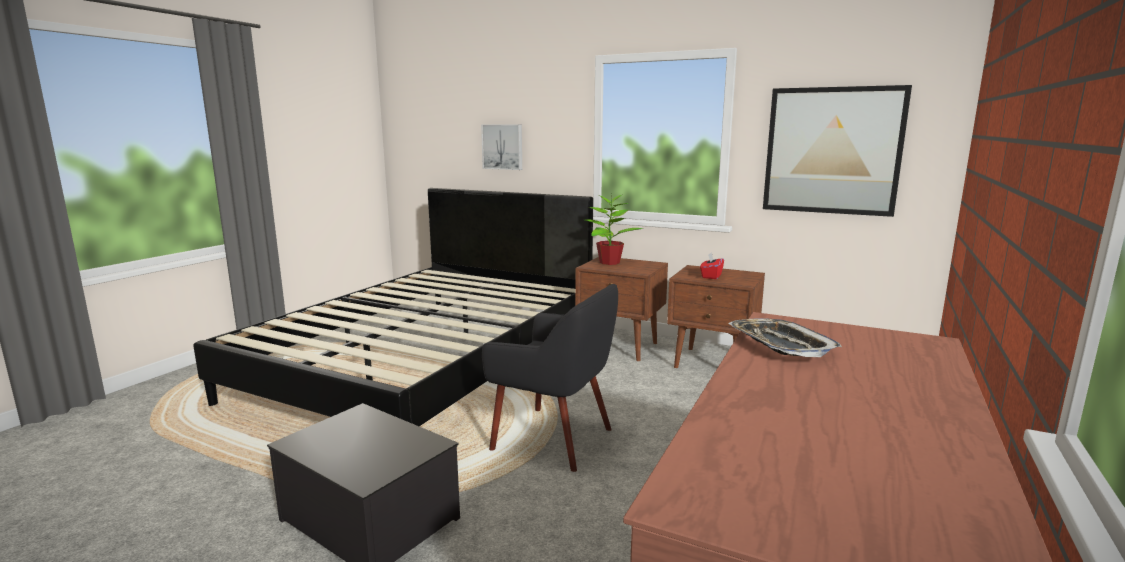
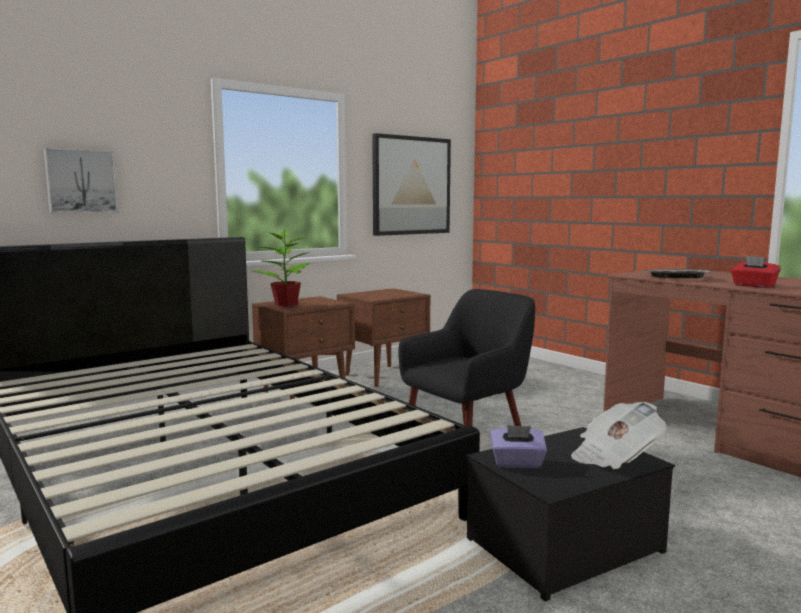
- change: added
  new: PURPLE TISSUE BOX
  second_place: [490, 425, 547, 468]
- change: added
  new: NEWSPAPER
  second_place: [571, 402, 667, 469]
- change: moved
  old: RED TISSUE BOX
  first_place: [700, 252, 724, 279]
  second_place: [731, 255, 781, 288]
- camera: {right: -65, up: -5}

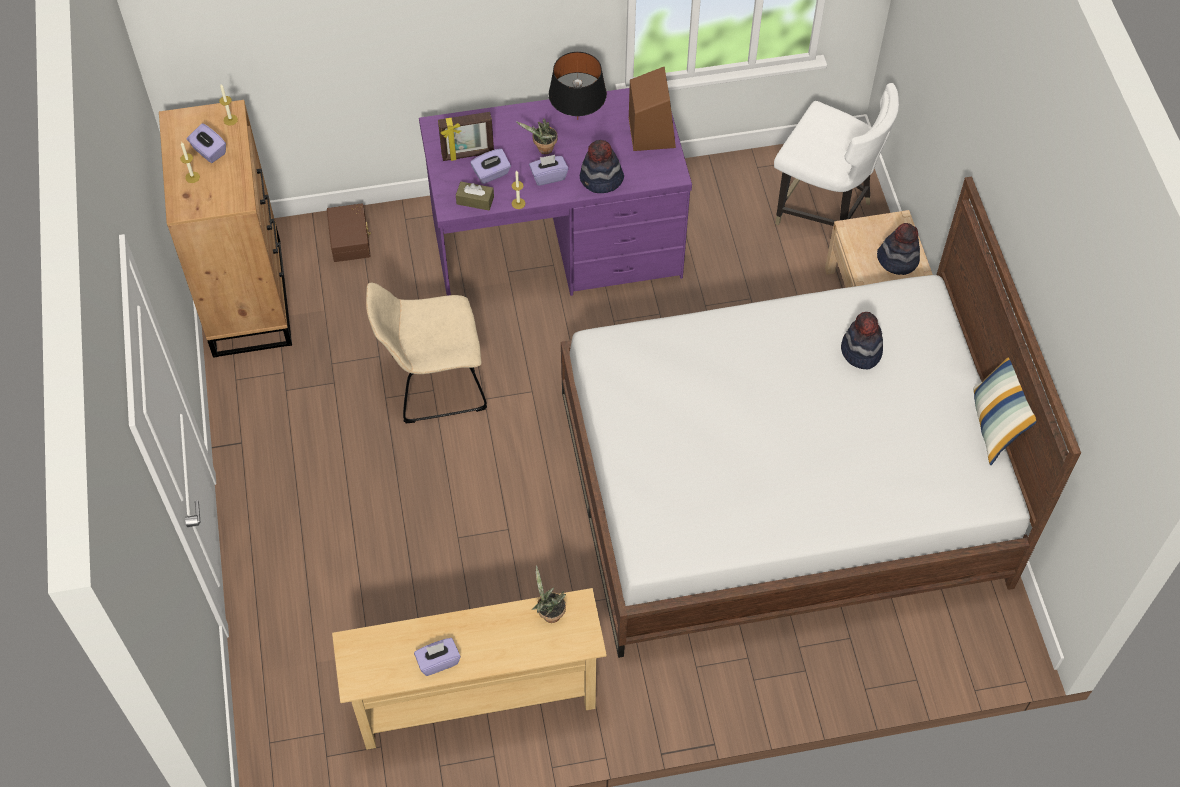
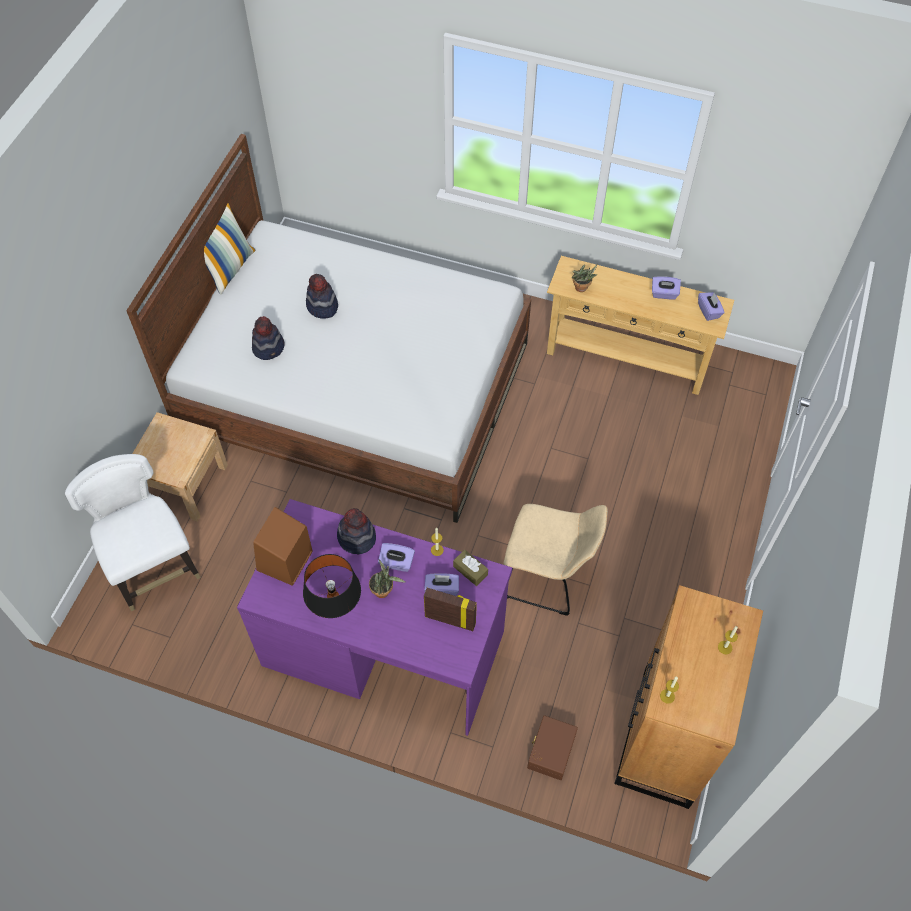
- change: moved
  old: PURPLE TISSUE BOX
  first_place: [187, 123, 226, 163]
  second_place: [698, 292, 725, 321]
- change: moved
  old: HAT
  first_place: [877, 223, 920, 275]
  second_place: [306, 274, 338, 319]
- camera: {right: -150, up: 0}

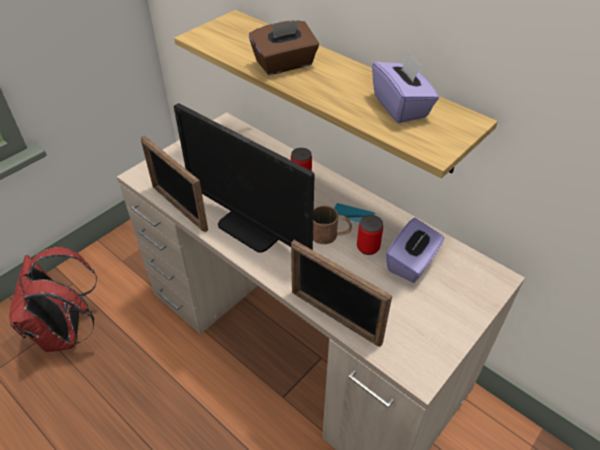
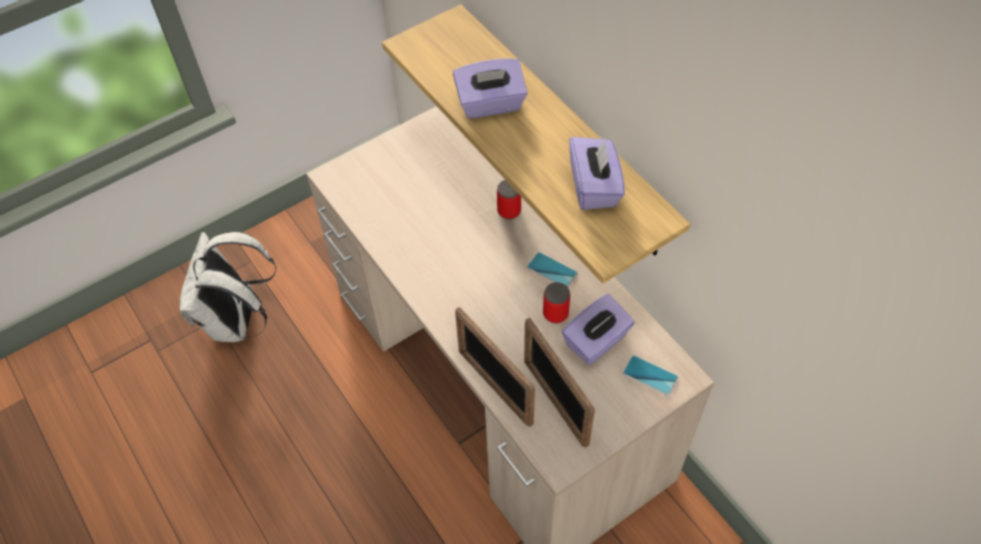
- change: removed
  old: MONITOR
  first_place: [174, 103, 315, 253]
- change: removed
  old: BROWN MUG
  first_place: [313, 206, 352, 244]
- change: added
  new: PHONE
  second_place: [622, 355, 679, 396]
- change: moved
  old: PICTURE FRAME
  first_place: [141, 136, 208, 232]
  second_place: [524, 317, 595, 448]
- change: recoloured
  old: RED BACKPACK
  new: WHITE BACKPACK
  first_place: [9, 247, 97, 352]
  second_place: [180, 232, 277, 342]
- change: recoloured
  old: BROWN TISSUE BOX
  new: PURPLE TISSUE BOX
  first_place: [249, 20, 319, 75]
  second_place: [453, 58, 528, 119]
- camera: {right: 15, up: 10}

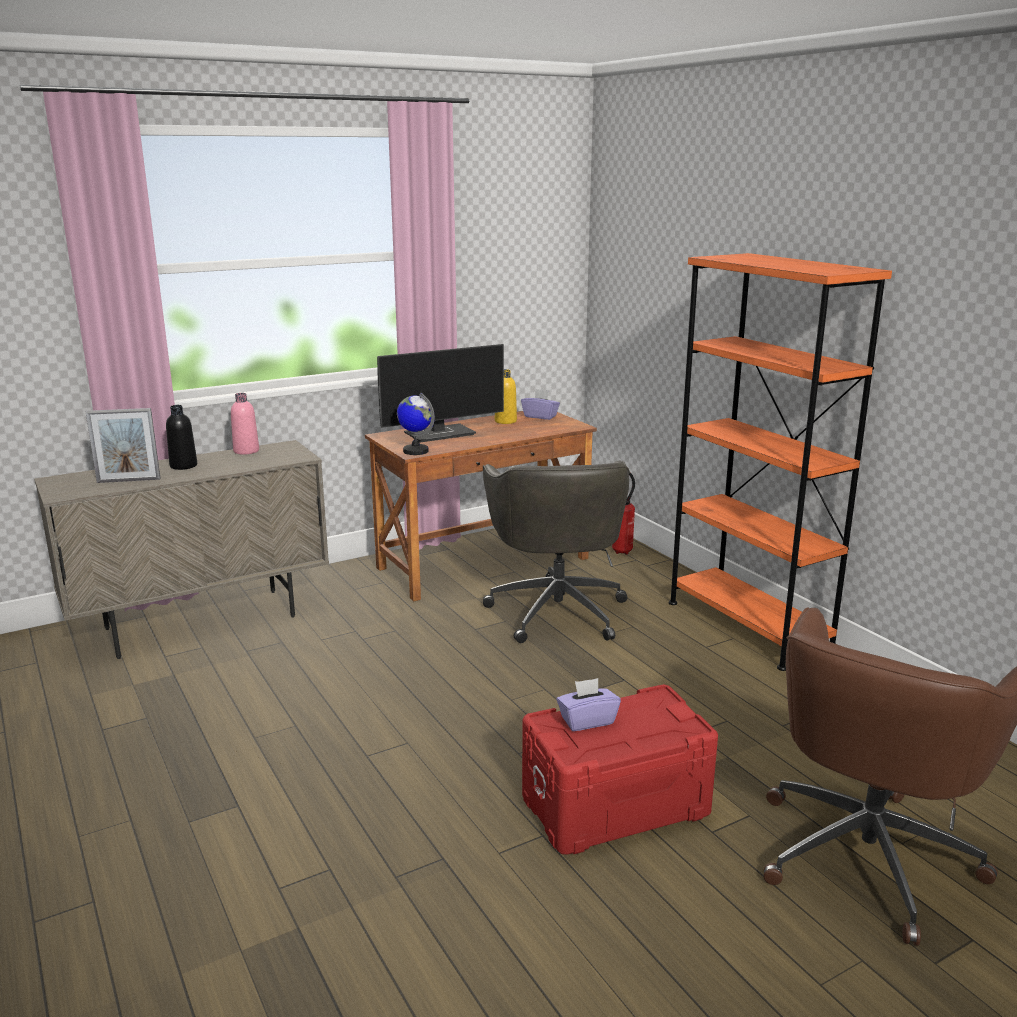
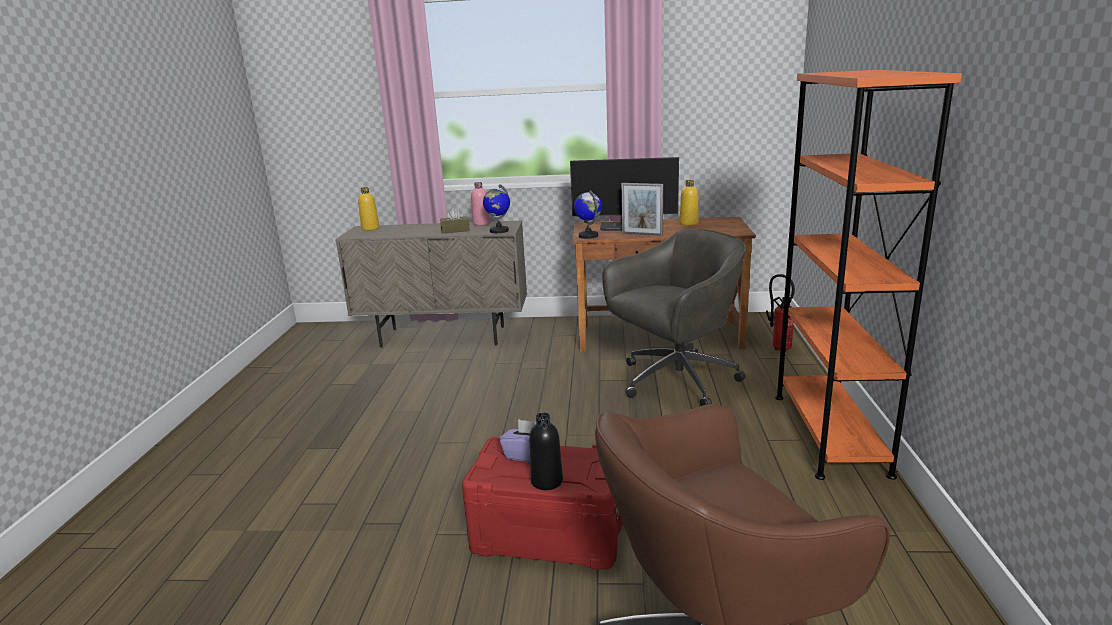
- change: removed
  old: PURPLE TISSUE BOX
  first_place: [521, 389, 560, 420]
- change: added
  new: YELLOW BOTTLE
  second_place: [358, 187, 379, 230]
- change: added
  new: BROWN TISSUE BOX
  second_place: [440, 207, 470, 233]
- change: added
  new: GLOBE
  second_place: [483, 184, 510, 233]
- change: moved
  old: PICTURE FRAME
  first_place: [86, 408, 161, 483]
  second_place: [621, 183, 663, 236]
- change: moved
  old: BLACK BOTTLE
  first_place: [166, 405, 197, 470]
  second_place: [530, 413, 563, 490]
- change: turned
  old: GREY OFFICE CHAIR
  first_place: [483, 461, 630, 643]
  second_place: [602, 229, 746, 406]
  degrees: -150
- camera: {right: 35, up: 0}

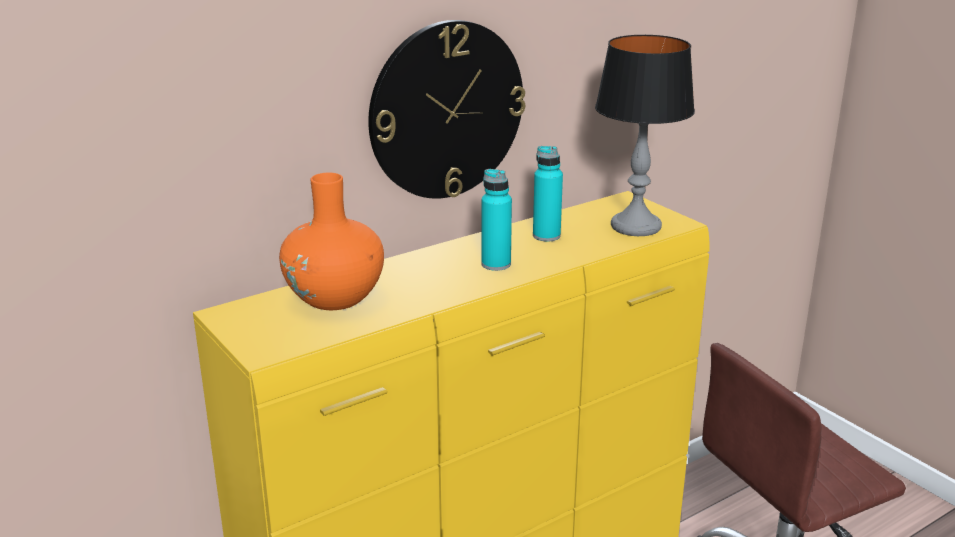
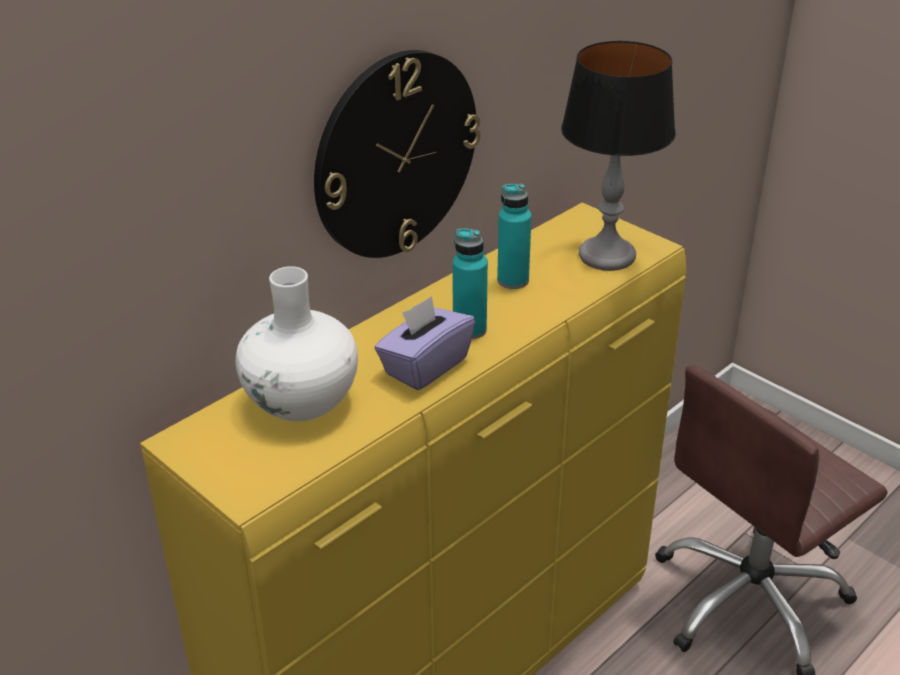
- change: added
  new: PURPLE TISSUE BOX
  second_place: [374, 296, 475, 390]
- change: recoloured
  old: ORANGE VASE
  new: WHITE VASE
  first_place: [279, 173, 384, 310]
  second_place: [236, 266, 358, 421]
- camera: {right: -10, up: 10}

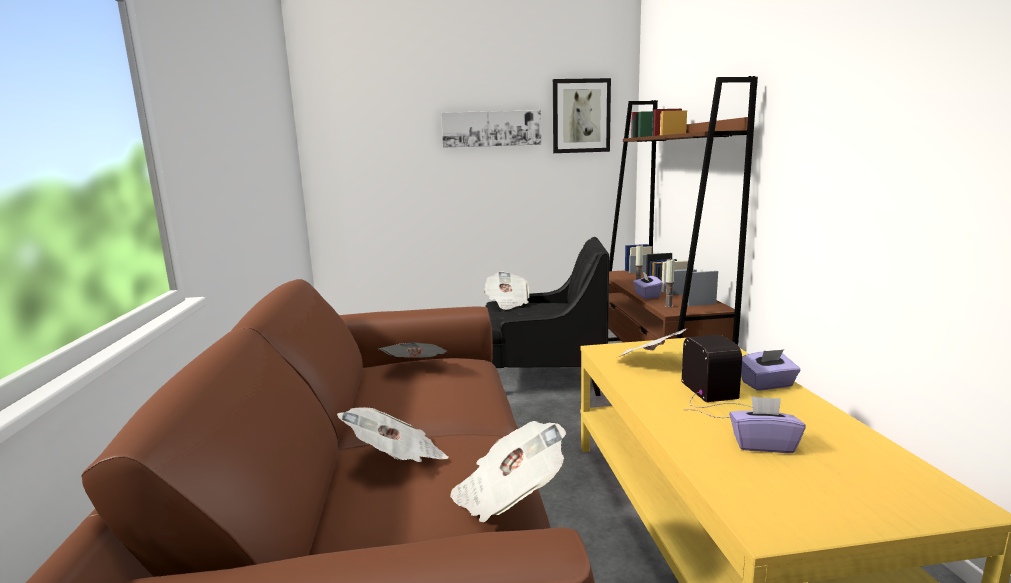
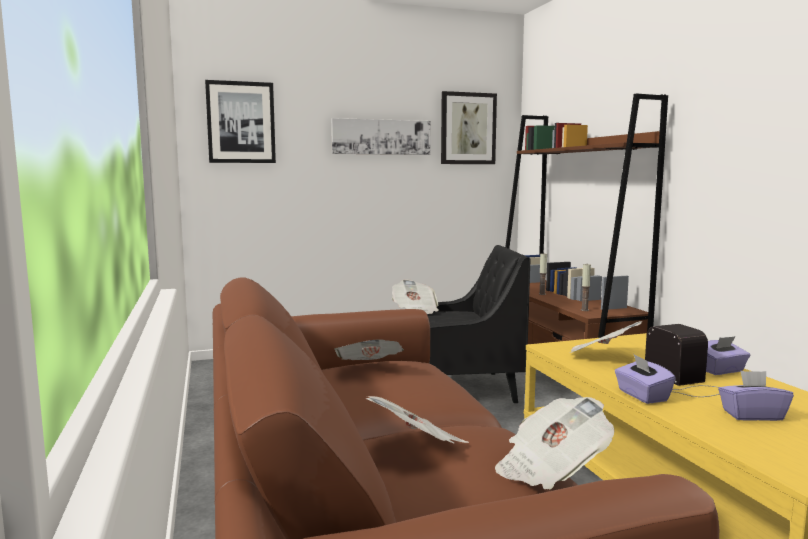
- change: added
  new: PICTURE
  second_place: [205, 80, 276, 163]
- change: moved
  old: PURPLE TISSUE BOX
  first_place: [633, 272, 663, 299]
  second_place: [615, 354, 676, 404]
- camera: {right: -10, up: -5}

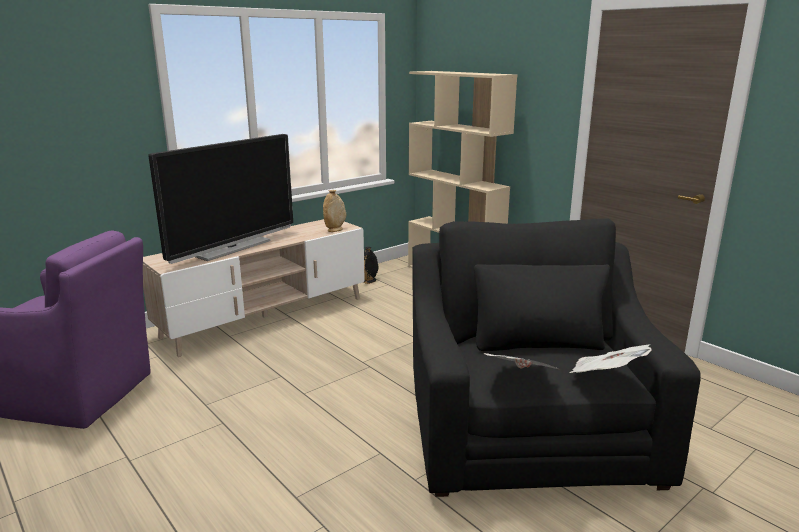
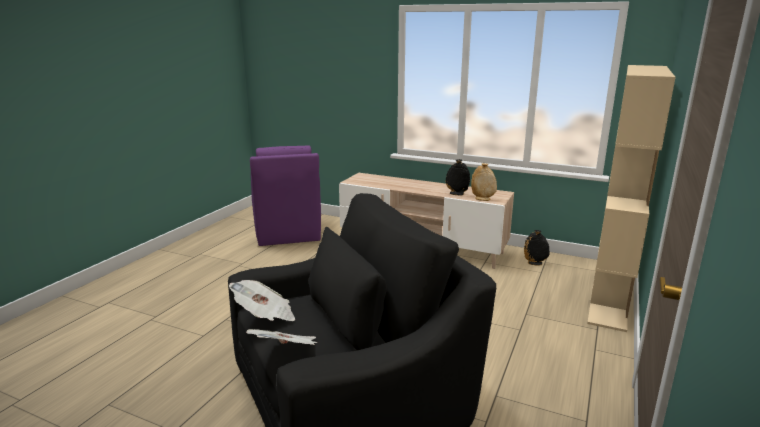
- change: removed
  old: TELEVISION
  first_place: [148, 134, 293, 264]
- change: added
  new: BLACK VASE
  second_place: [446, 159, 470, 196]
- camera: {right: 65, up: 0}

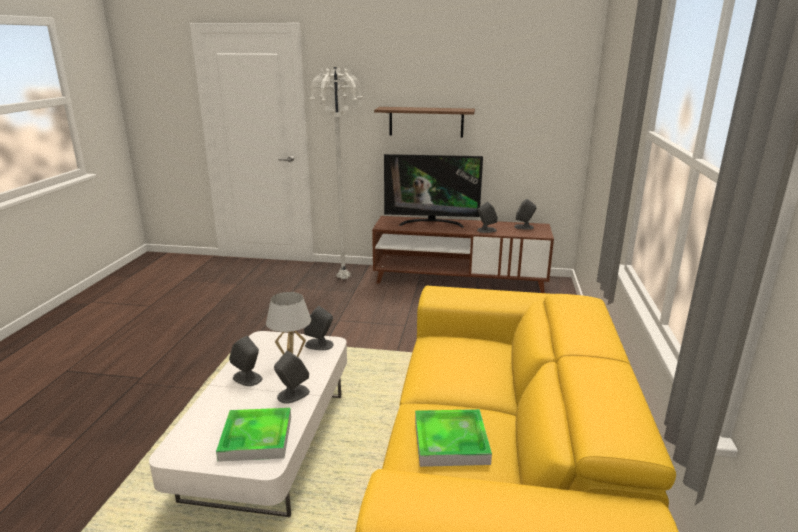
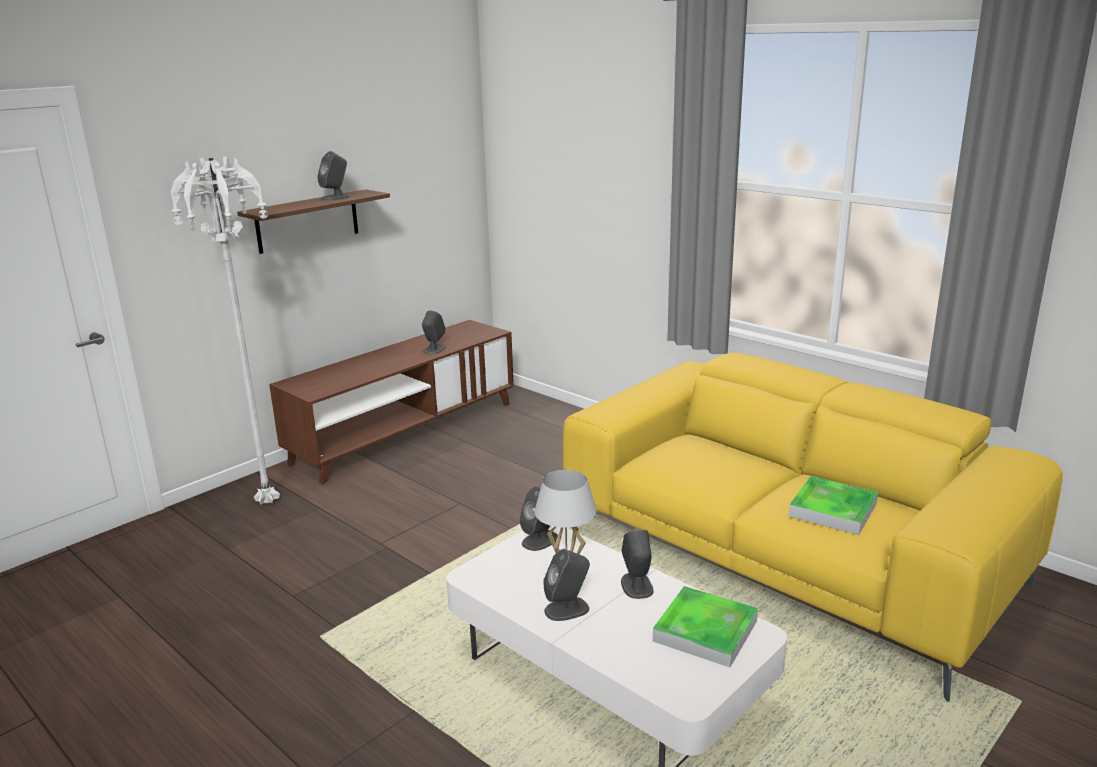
- change: removed
  old: TELEVISION
  first_place: [384, 154, 483, 228]
- change: moved
  old: GREY SPEAKER
  first_place: [514, 199, 537, 230]
  second_place: [317, 151, 350, 201]
- camera: {right: -55, up: 0}

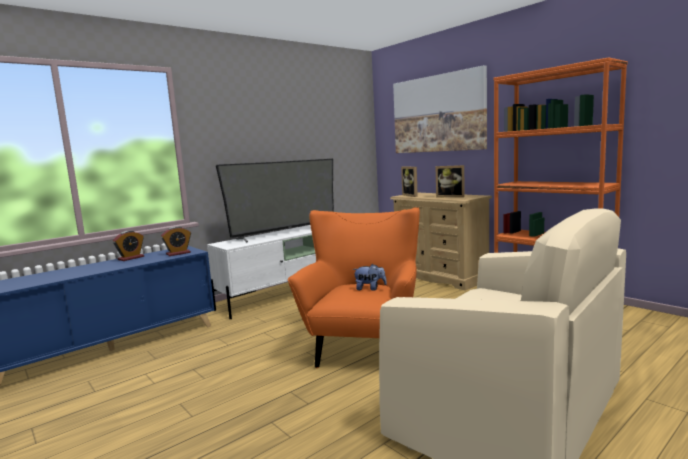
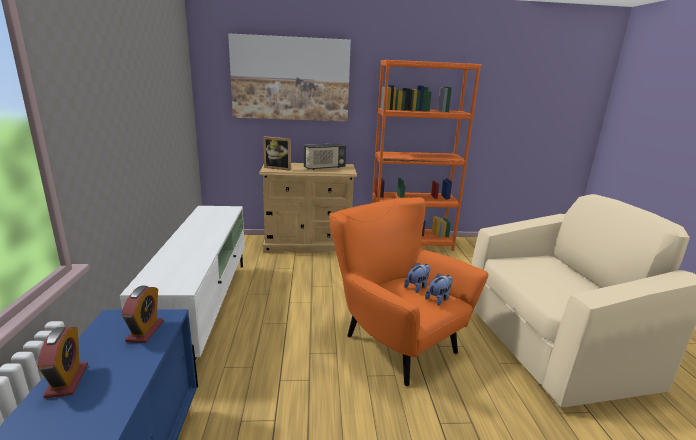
- change: removed
  old: TELEVISION
  first_place: [216, 159, 334, 242]
- change: added
  new: PLUSH TOY
  second_place: [425, 273, 453, 306]
- change: replaced
  old: PICTURE FRAME
  new: RADIO
  first_place: [436, 165, 465, 197]
  second_place: [304, 143, 346, 170]
- camera: {right: -55, up: 10}

